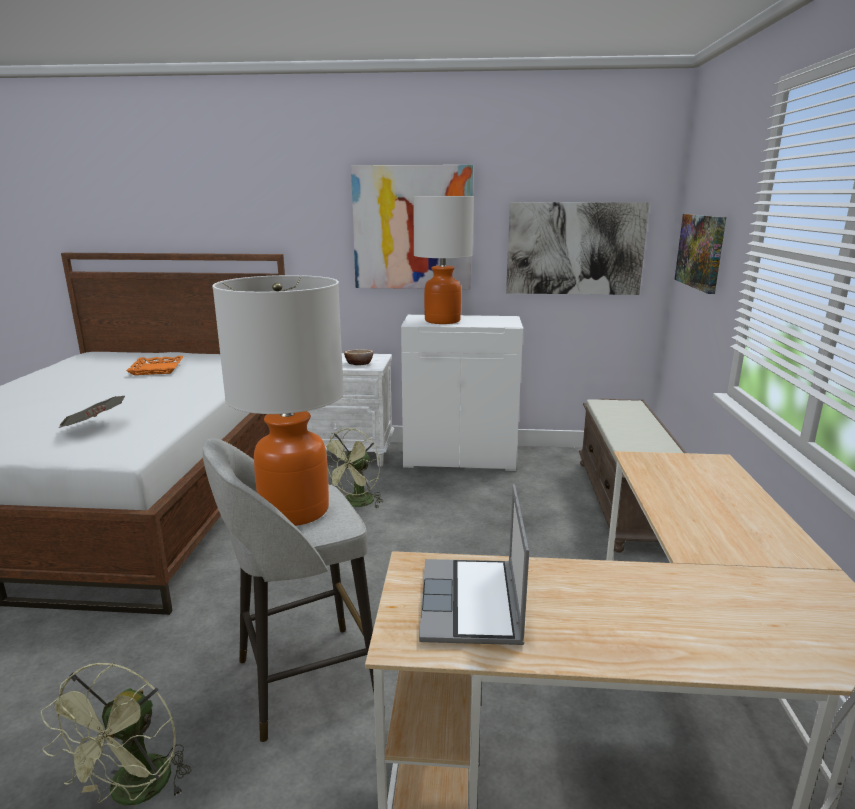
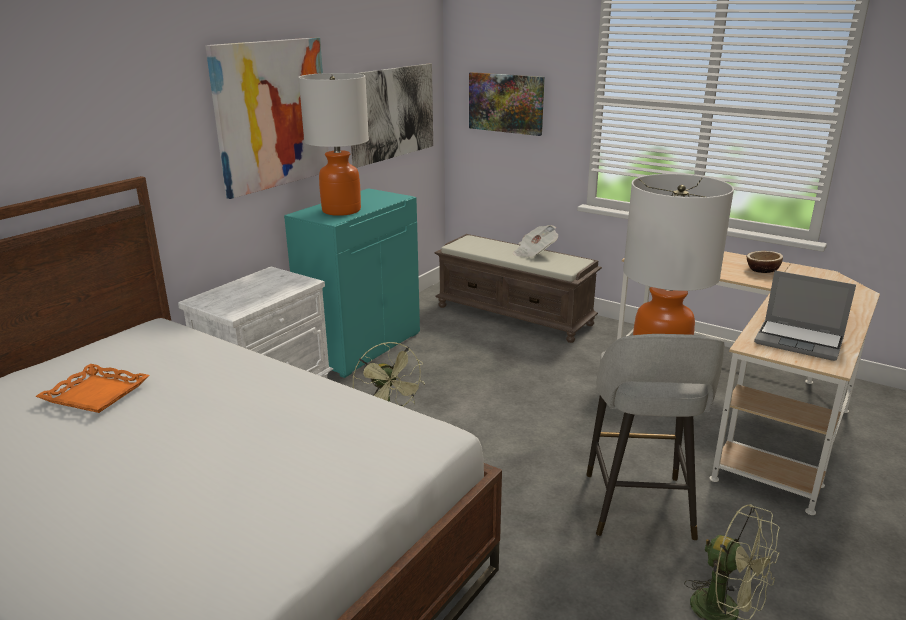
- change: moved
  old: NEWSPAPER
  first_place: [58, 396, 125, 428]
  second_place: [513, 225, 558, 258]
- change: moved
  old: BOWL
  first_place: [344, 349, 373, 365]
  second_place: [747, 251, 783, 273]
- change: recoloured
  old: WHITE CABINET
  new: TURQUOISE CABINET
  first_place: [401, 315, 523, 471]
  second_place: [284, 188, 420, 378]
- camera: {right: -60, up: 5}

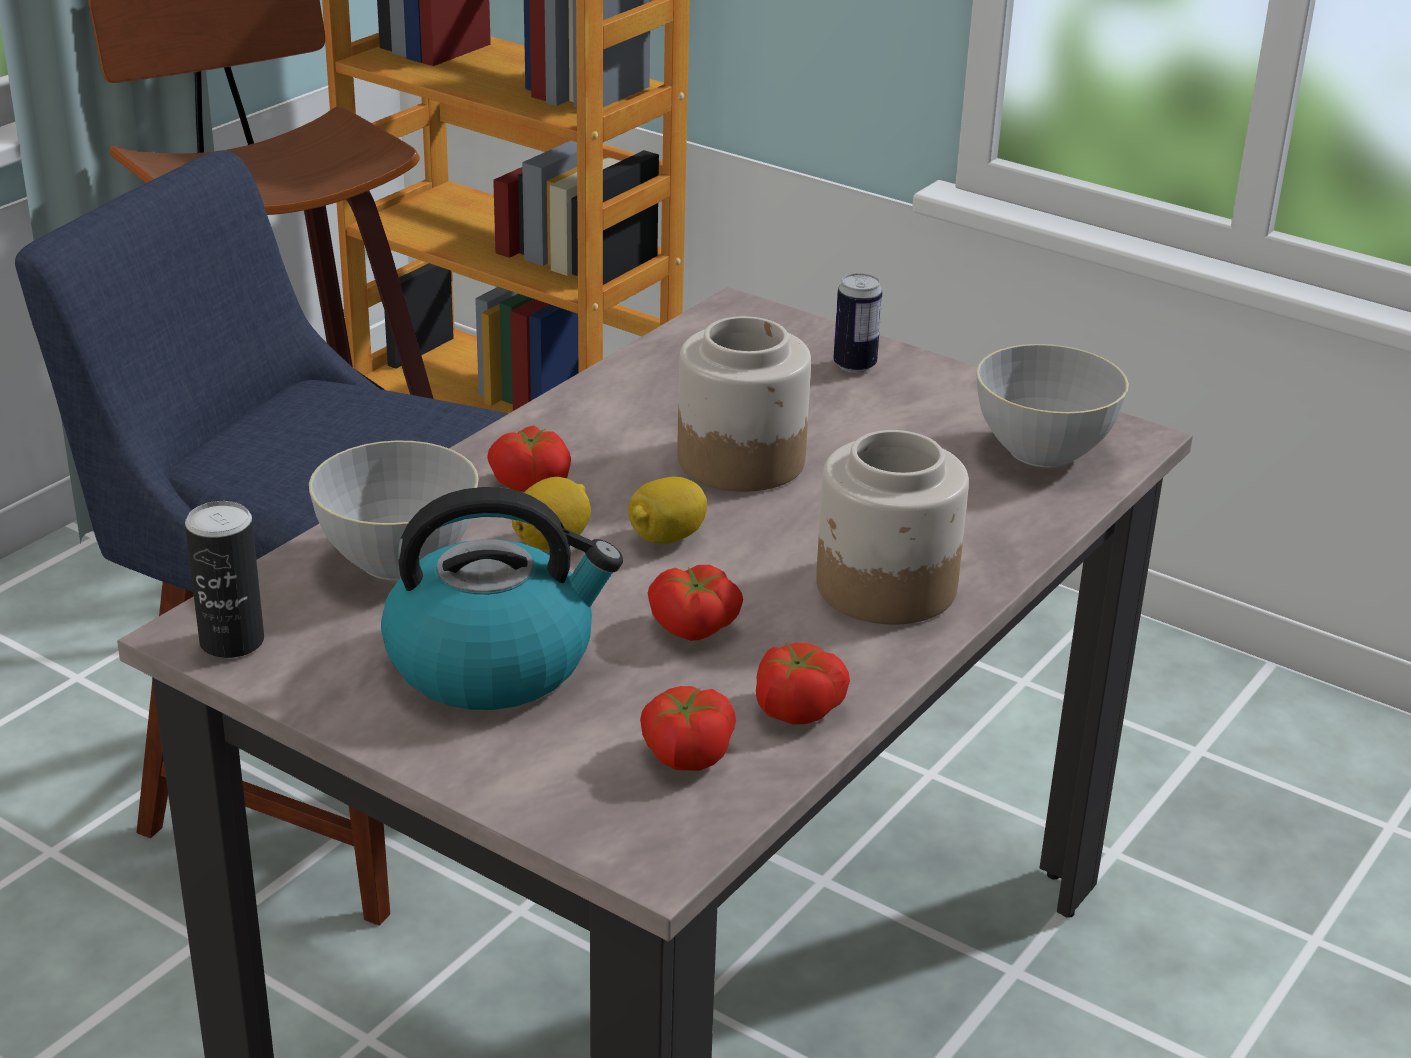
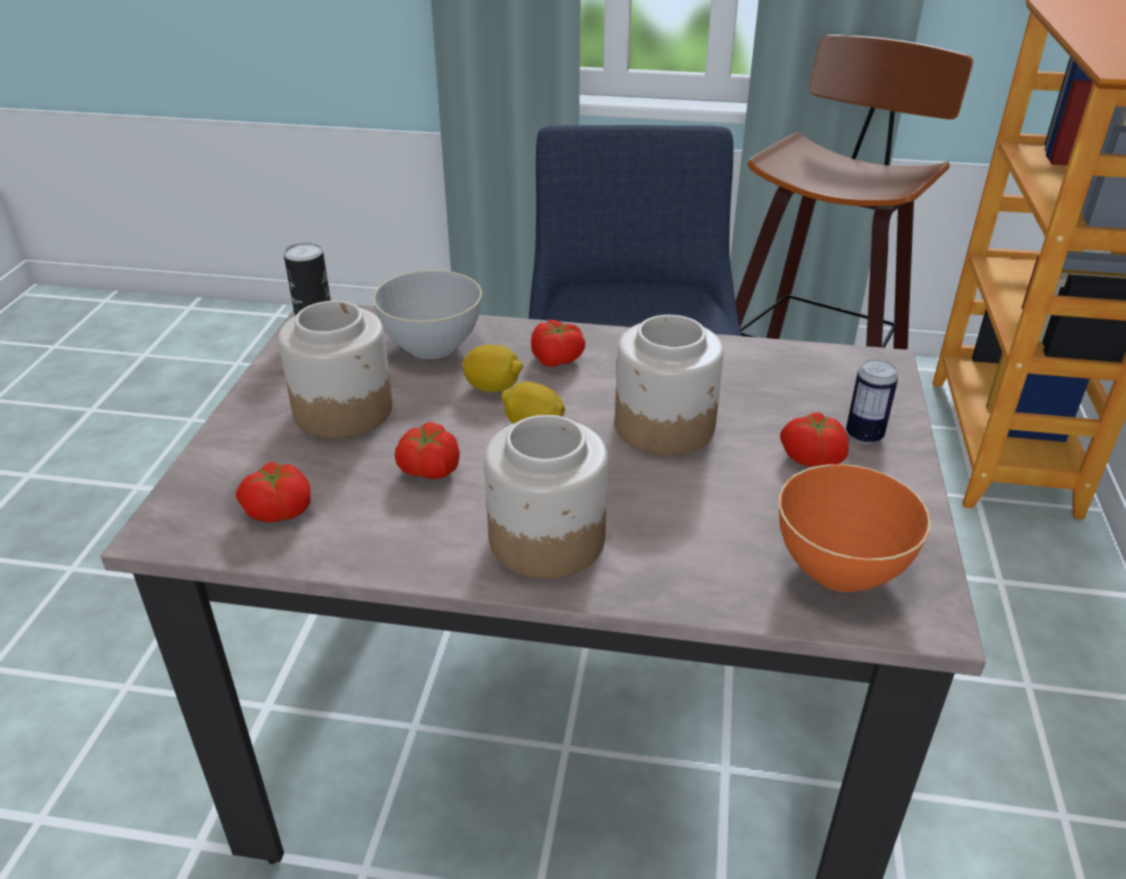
- change: moved
  old: TOMATO
  first_place: [756, 643, 850, 725]
  second_place: [780, 412, 849, 467]
- change: replaced
  old: KETTLE
  new: JAR
  first_place: [381, 487, 623, 710]
  second_place: [278, 301, 392, 438]
- change: recoloured
  old: GREY BOWL
  new: ORANGE BOWL
  first_place: [976, 344, 1129, 468]
  second_place: [779, 464, 931, 592]
- camera: {right: 65, up: 5}

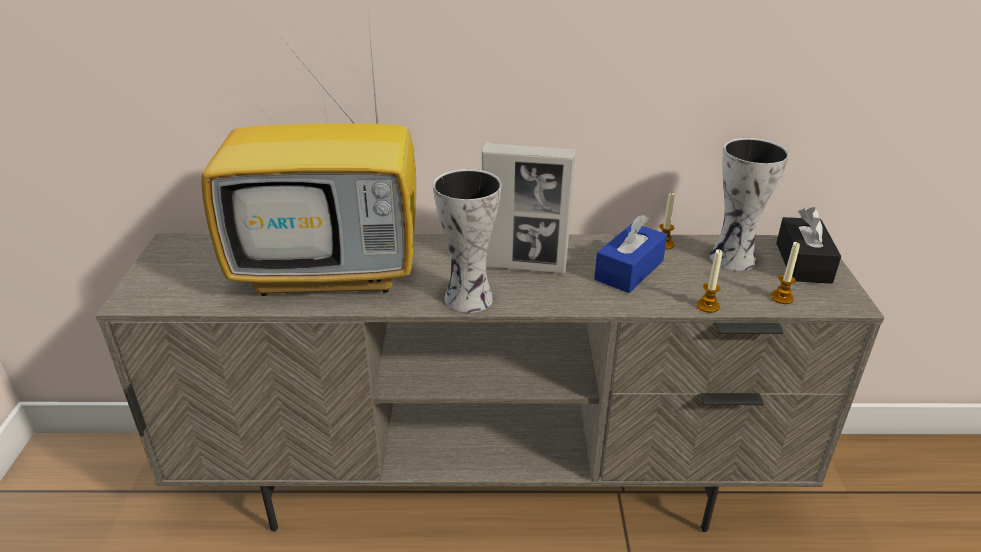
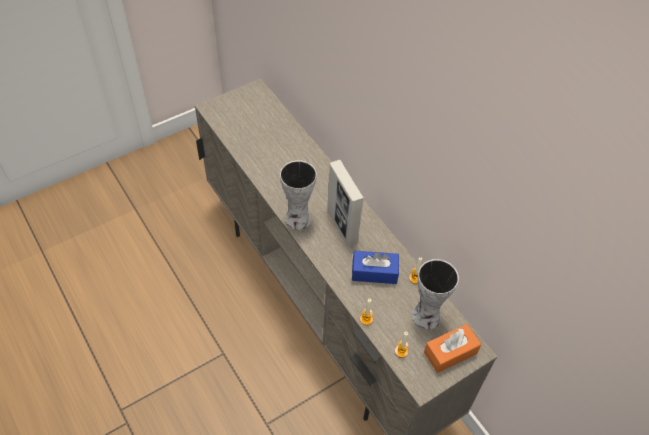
- change: removed
  old: TELEVISION
  first_place: [201, 15, 416, 296]
- change: recoloured
  old: BLACK TISSUE BOX
  new: ORANGE TISSUE BOX
  first_place: [776, 207, 841, 284]
  second_place: [424, 324, 481, 373]
- camera: {right: 55, up: 20}

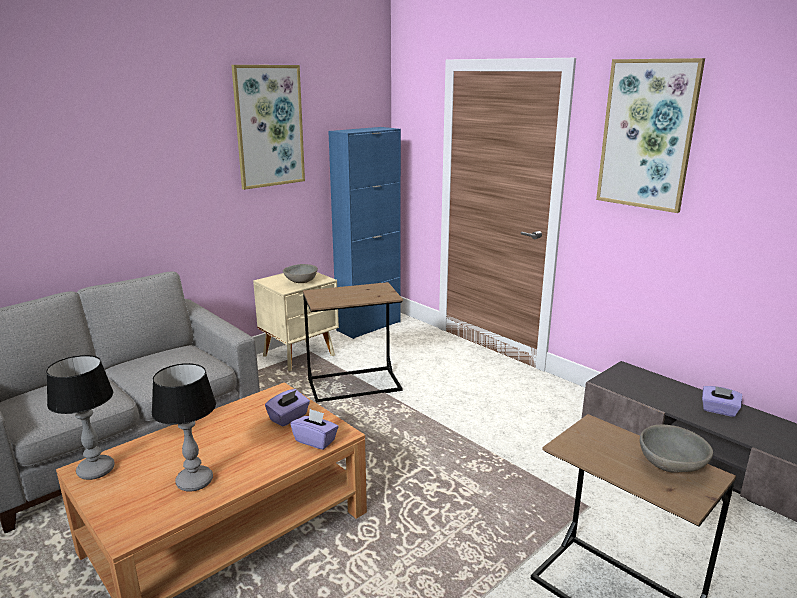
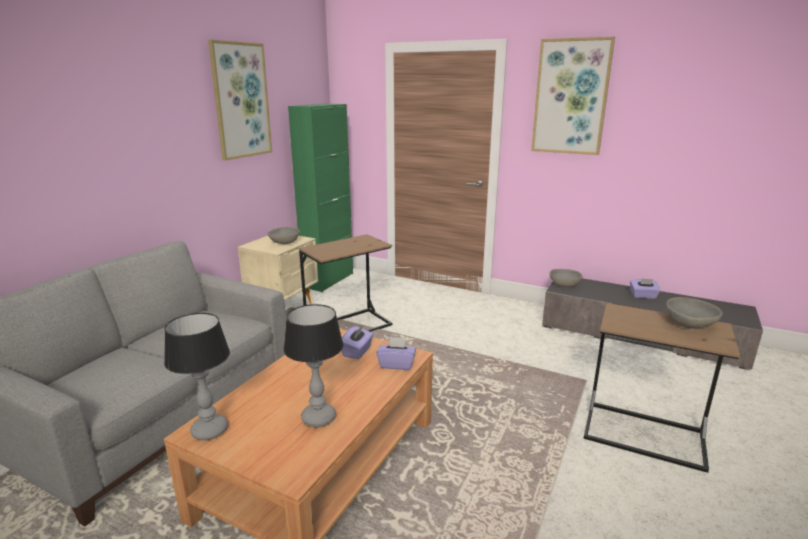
- change: added
  new: GREY BOWL
  second_place: [550, 269, 583, 287]
- change: recoloured
  old: BLUE CABINET
  new: GREEN CABINET
  first_place: [328, 127, 401, 339]
  second_place: [288, 104, 353, 292]
- camera: {right: -20, up: 0}

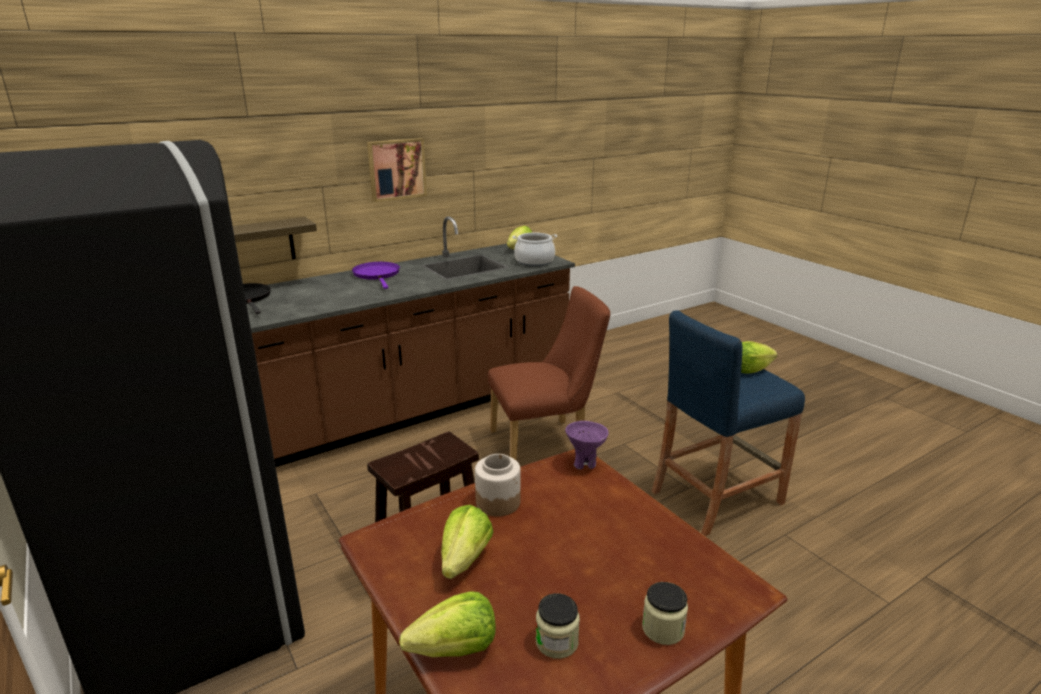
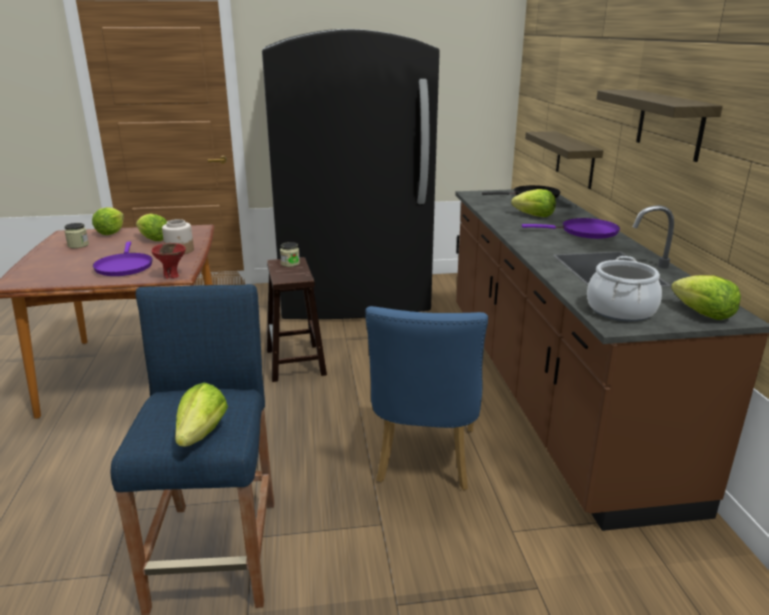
- change: added
  new: PURPLE FRYING PAN
  second_place: [93, 242, 153, 276]
- change: added
  new: LETTUCE
  second_place: [511, 189, 556, 217]
- change: moved
  old: JAR
  first_place: [642, 582, 688, 645]
  second_place: [280, 242, 300, 267]
- change: replaced
  old: PICTURE
  new: SHELF
  first_place: [367, 138, 427, 202]
  second_place: [597, 90, 723, 162]
- change: recoloured
  old: BROWN CHAIR
  new: BLUE CHAIR
  first_place: [488, 286, 611, 460]
  second_place: [365, 306, 488, 490]
- change: recoloured
  old: PURPLE BOWL
  new: RED BOWL
  first_place: [565, 421, 609, 469]
  second_place: [151, 243, 186, 279]
- camera: {right: 115, up: 0}

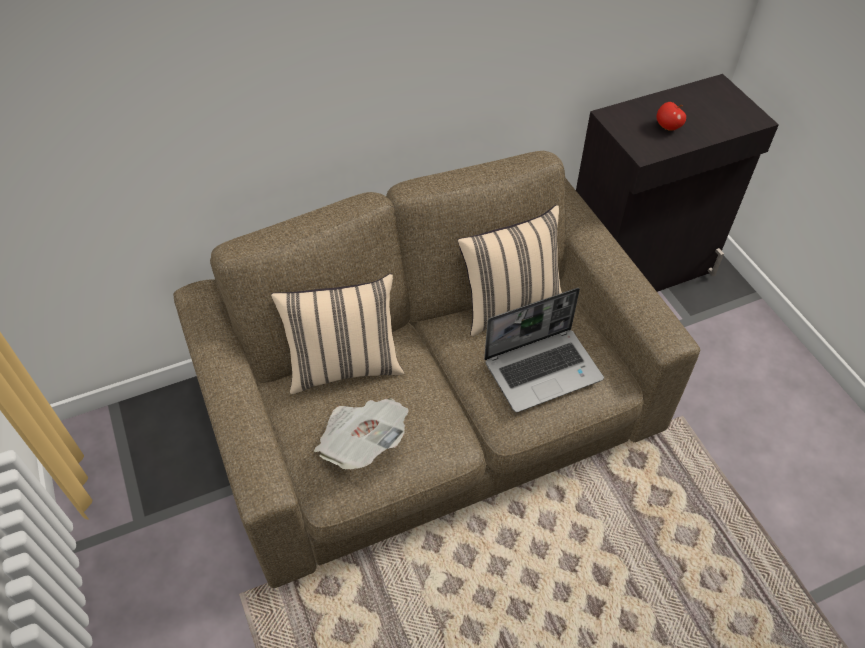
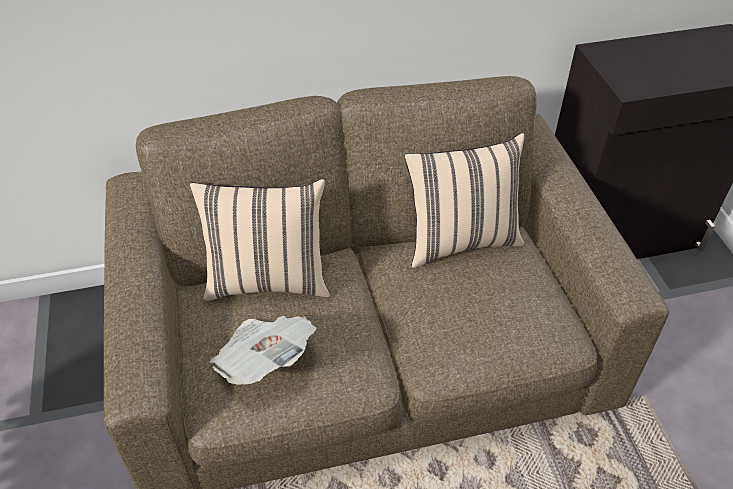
- change: removed
  old: LAPTOP
  first_place: [484, 288, 604, 412]
- change: removed
  old: APPLE
  first_place: [657, 102, 686, 131]
- camera: {right: 10, up: -5}

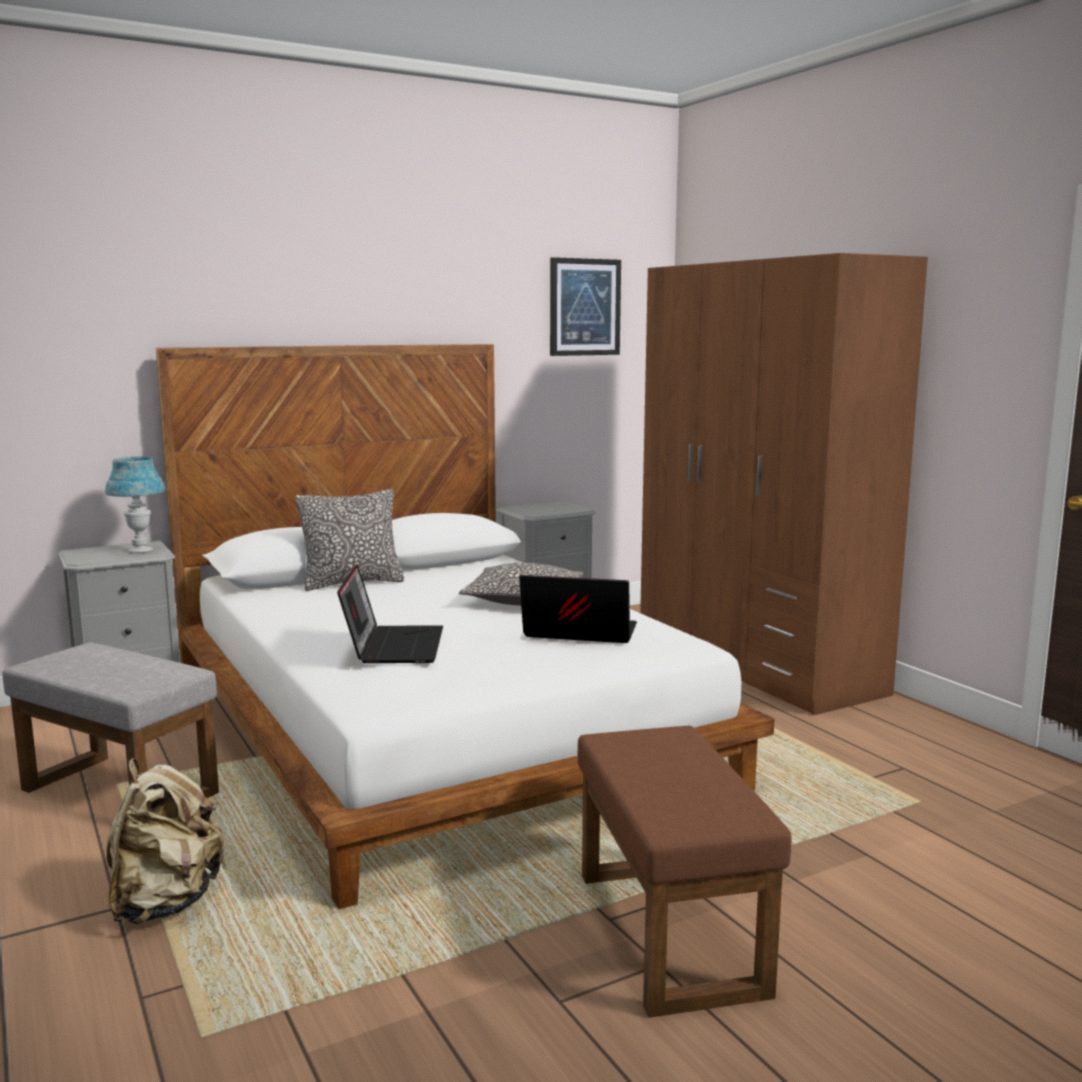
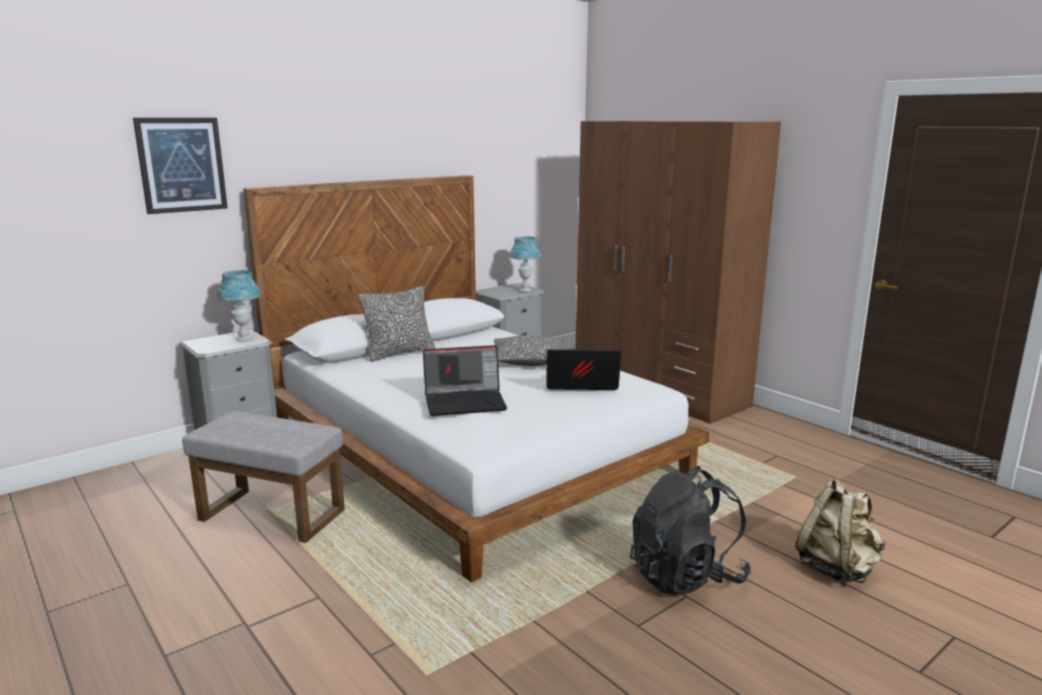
- change: added
  new: BLUE TABLE LAMP
  second_place: [510, 236, 541, 292]
- change: moved
  old: BEIGE BACKPACK
  first_place: [106, 758, 227, 924]
  second_place: [795, 479, 885, 583]
- change: moved
  old: PICTURE
  first_place: [550, 257, 621, 356]
  second_place: [133, 118, 228, 214]
- change: replaced
  old: BROWN OTTOMAN
  new: BLACK BACKPACK
  first_place: [578, 726, 791, 1018]
  second_place: [630, 466, 751, 595]
- change: turned
  old: LAPTOP
  first_place: [337, 564, 443, 663]
  second_place: [423, 345, 507, 416]
  degrees: 90
- camera: {right: -10, up: 5}

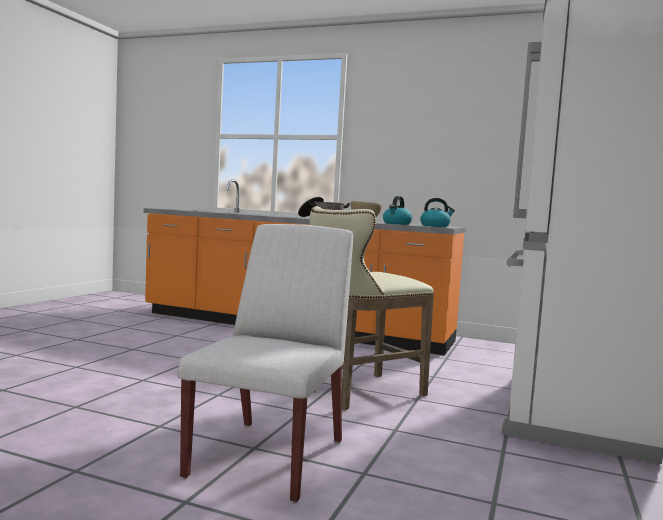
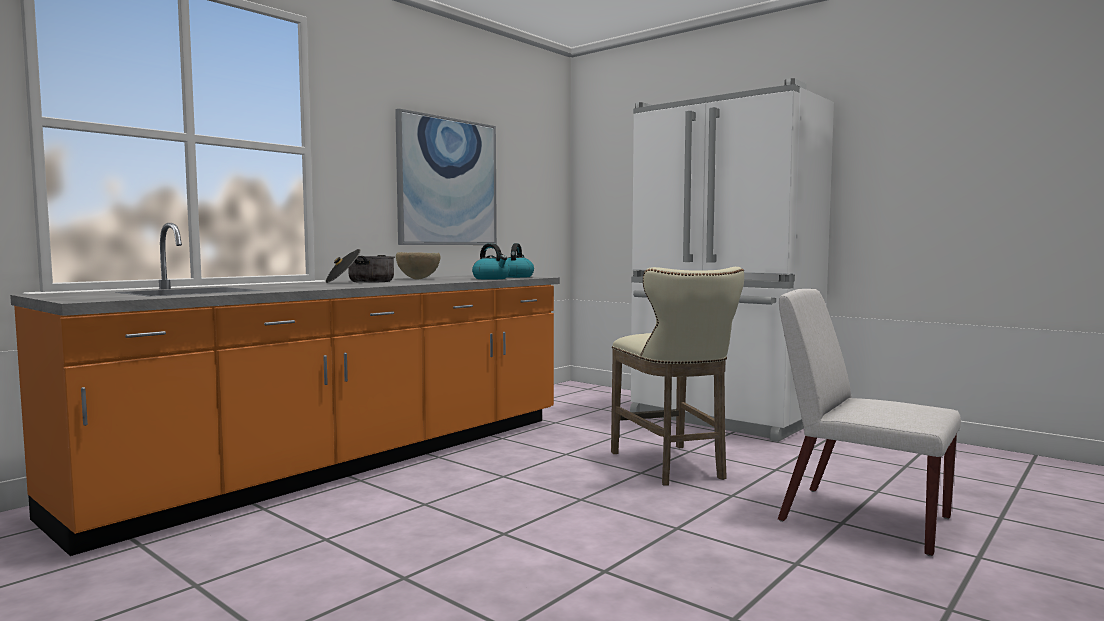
- change: added
  new: PICTURE
  second_place: [395, 109, 497, 245]
- camera: {right: -70, up: 0}

